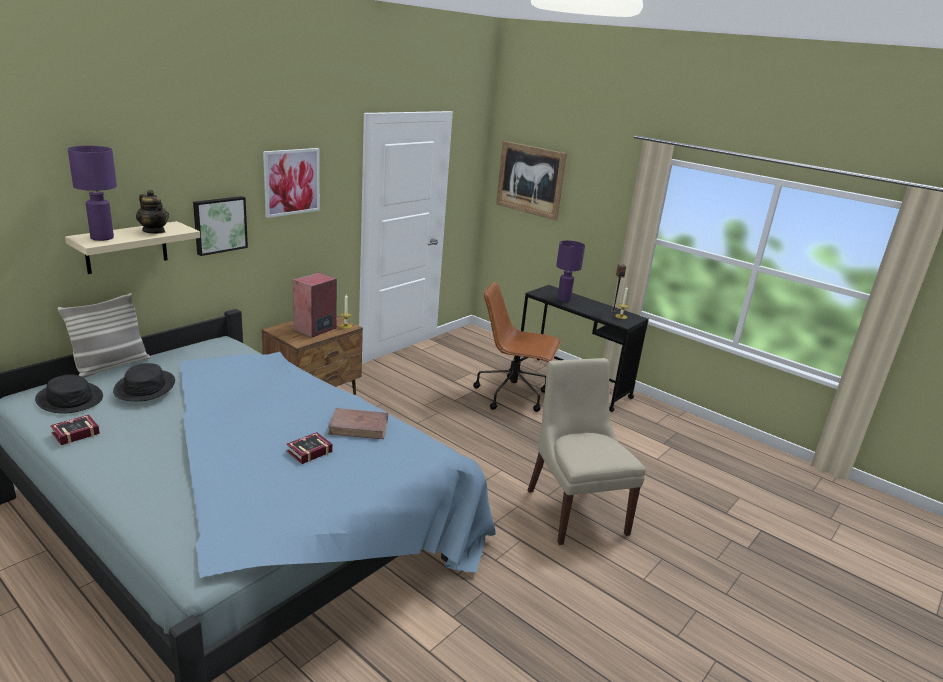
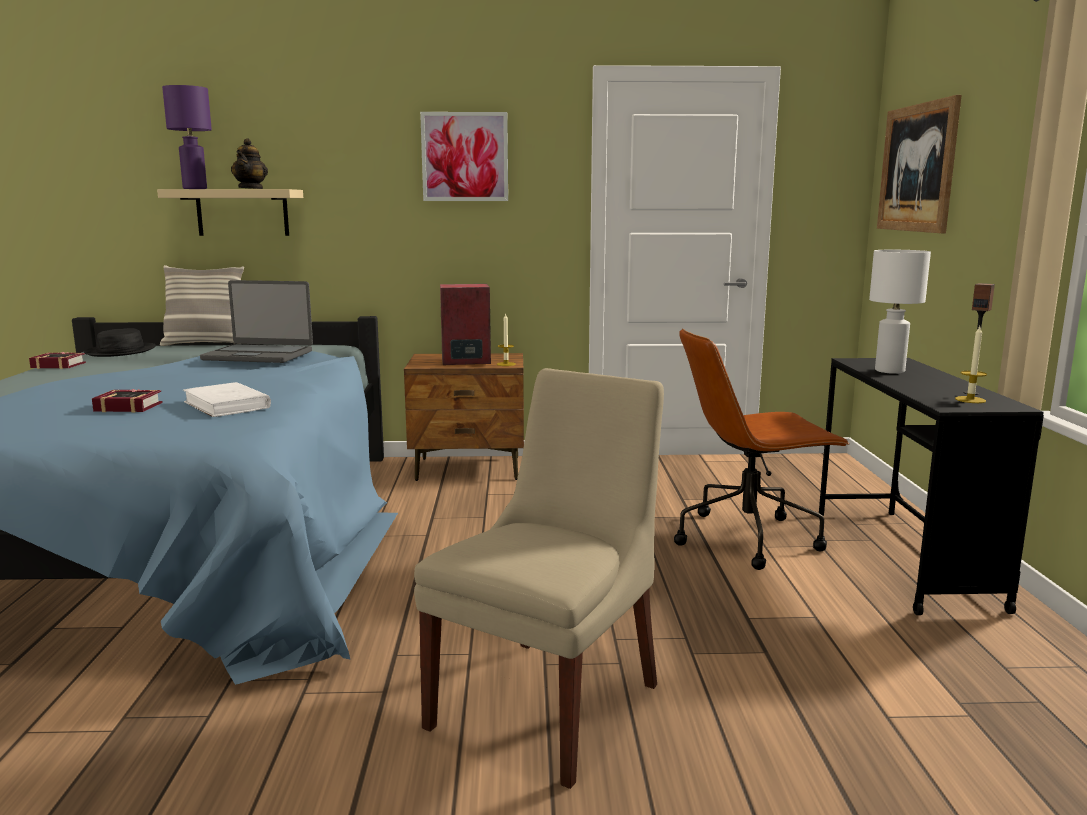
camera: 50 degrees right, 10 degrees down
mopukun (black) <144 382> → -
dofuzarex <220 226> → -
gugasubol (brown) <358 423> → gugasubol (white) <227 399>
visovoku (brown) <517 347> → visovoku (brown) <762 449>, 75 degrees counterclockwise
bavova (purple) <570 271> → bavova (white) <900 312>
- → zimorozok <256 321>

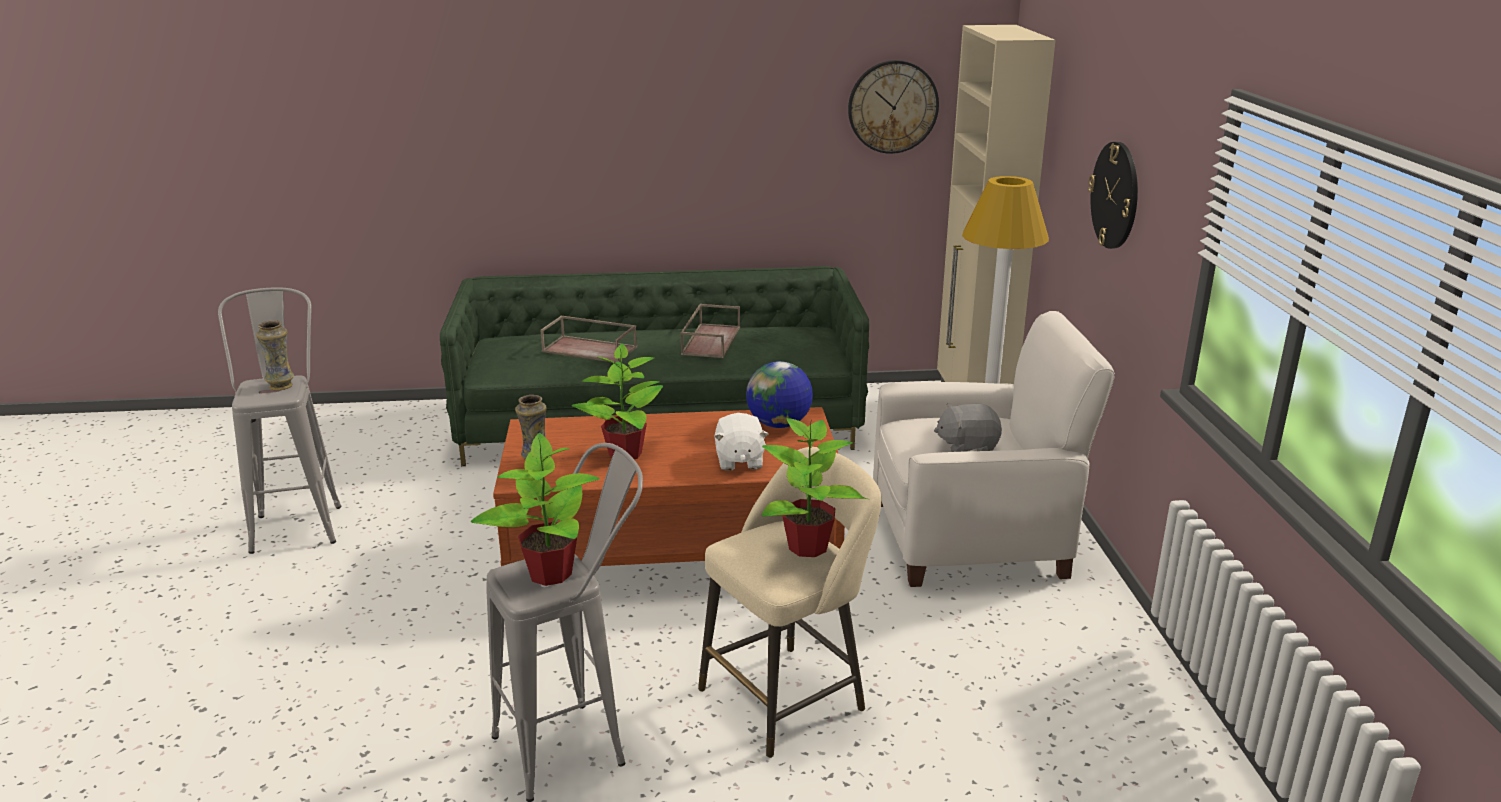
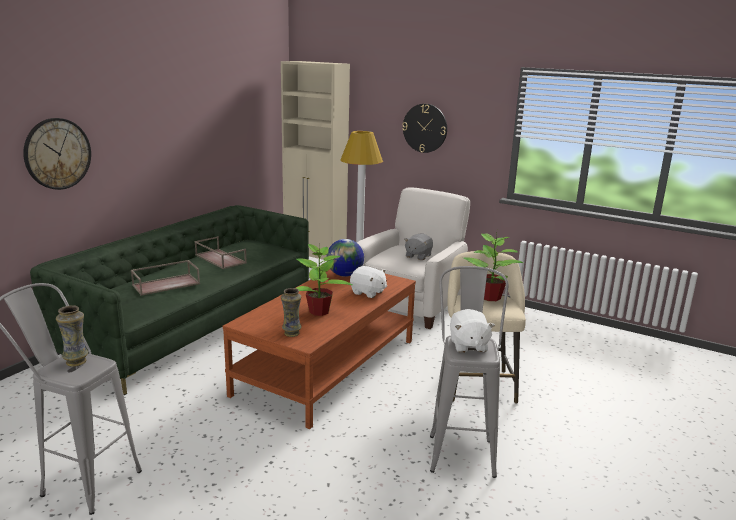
camera: 55 degrees left, 5 degrees down
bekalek <535 509> → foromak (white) <472 331>
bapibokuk <893 107> → bapibokuk <57 154>, shifted

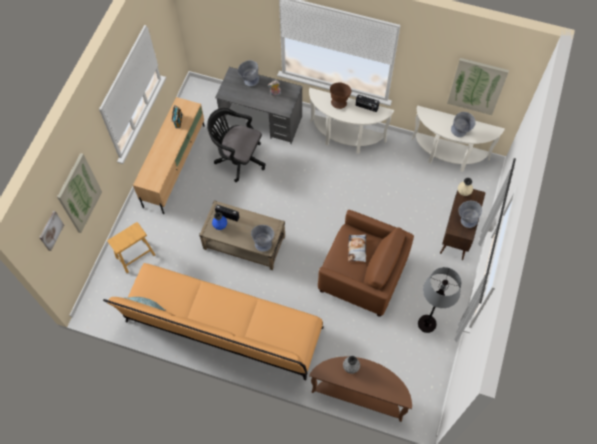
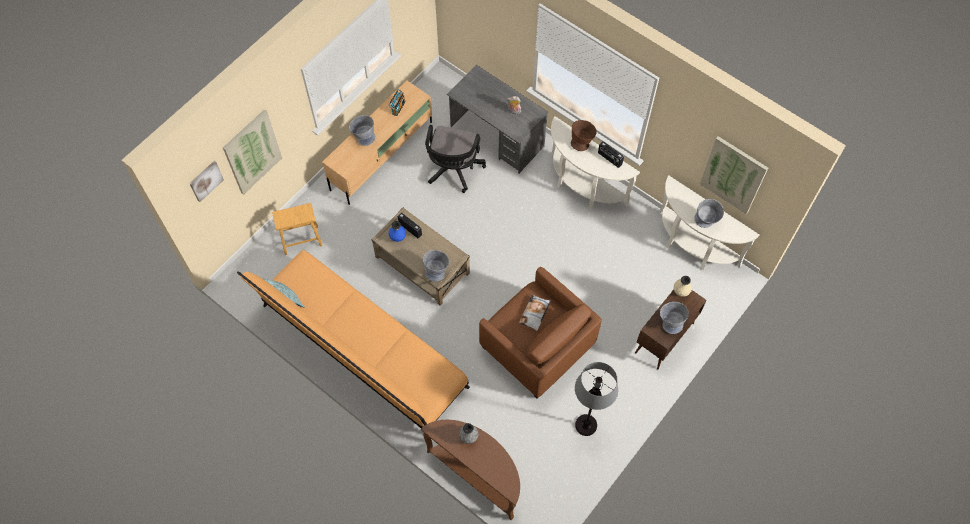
camera: 20 degrees right, 0 degrees up
visovoku (black) <236 145> → visovoku (black) <455 159>, 120 degrees counterclockwise
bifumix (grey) <248 73> → bifumix (grey) <362 130>, shifted

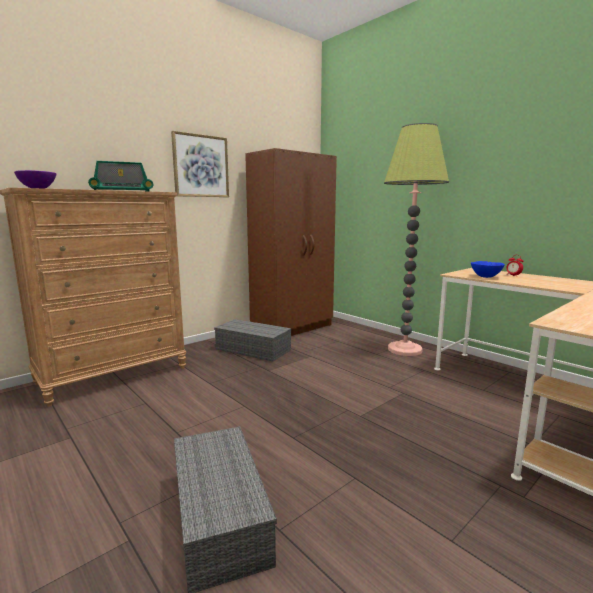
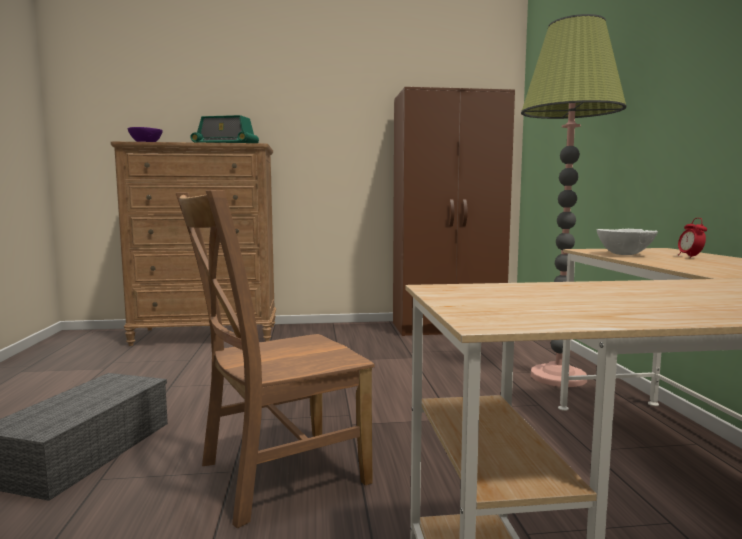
camera: 35 degrees right, 5 degrees down
dofuzarex <200 164> → -
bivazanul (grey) <252 340> → -
bifumix (blue) <488 269> → bifumix (white) <627 242>
- → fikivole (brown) <275 359>

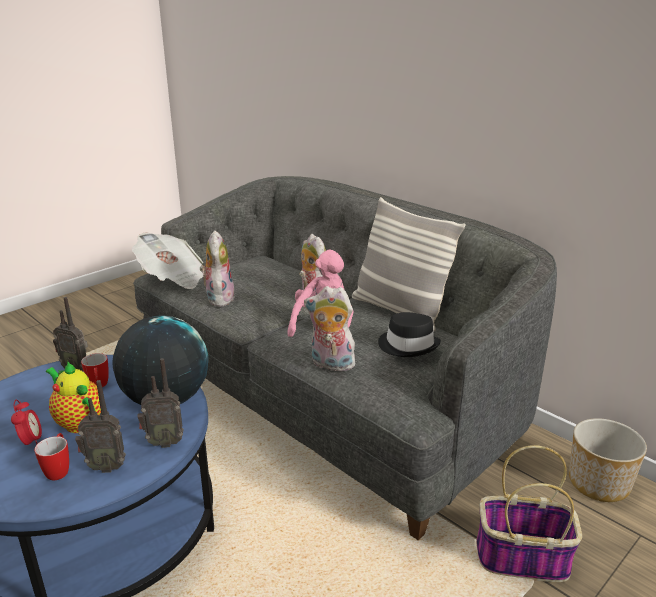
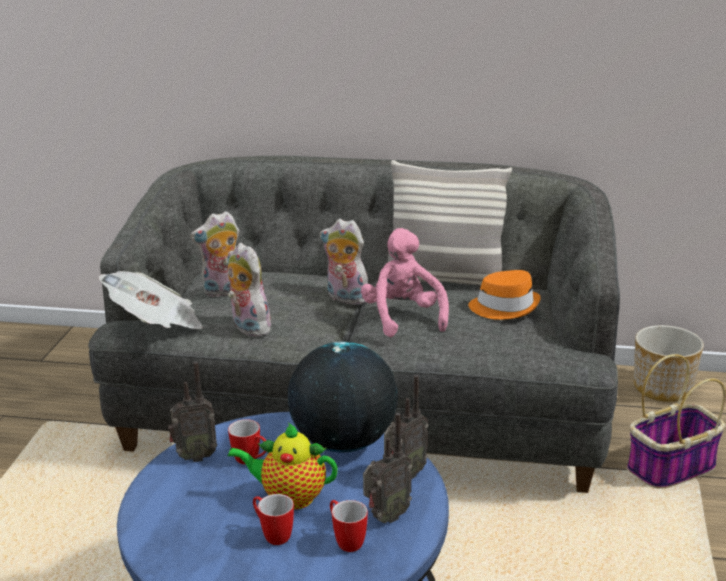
camera: 35 degrees left, 0 degrees up
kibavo <26 422> → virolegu <273 519>
foromak <332 328> → foromak <215 254>, shifted
mopukun (black) <409 334> → mopukun (orange) <504 295>

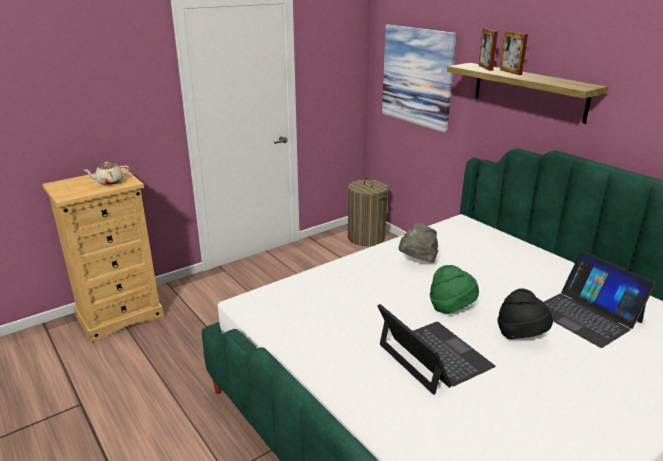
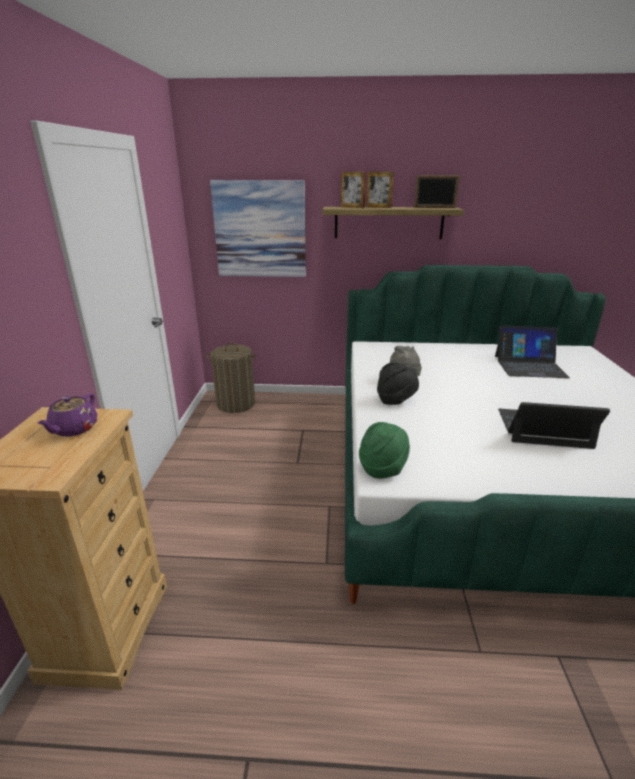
camera: 50 degrees left, 0 degrees up
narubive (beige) <106 173> → narubive (purple) <67 415>
mopukun (green) <454 289> → mopukun (green) <384 450>, shifted
mopukun (black) <525 313> → mopukun (black) <398 383>, shifted
- → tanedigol <437 191>

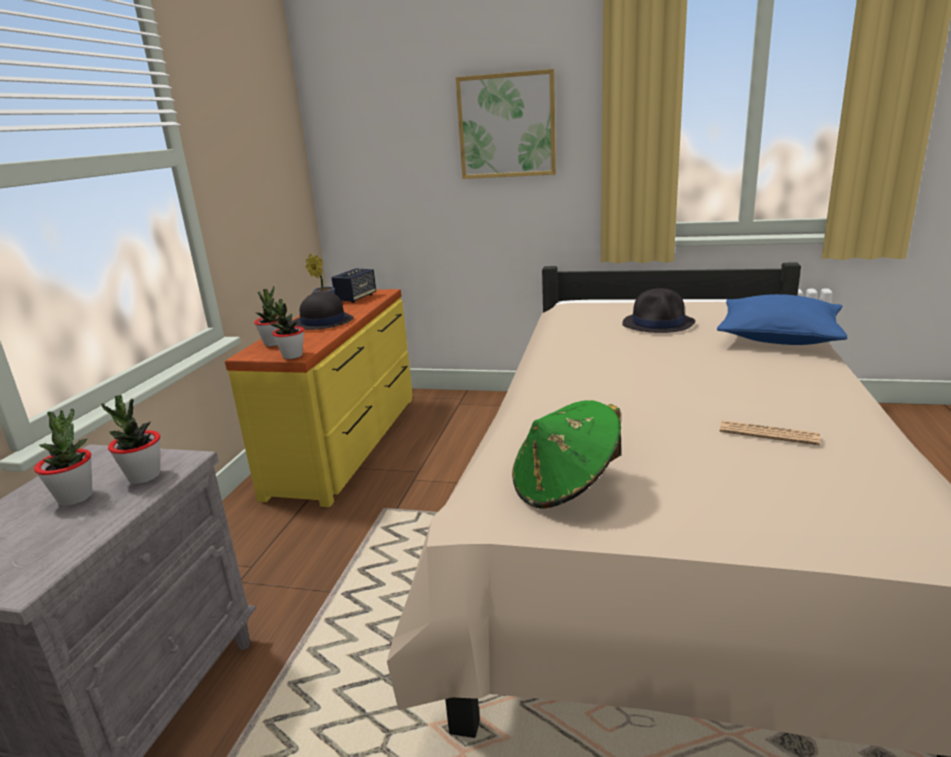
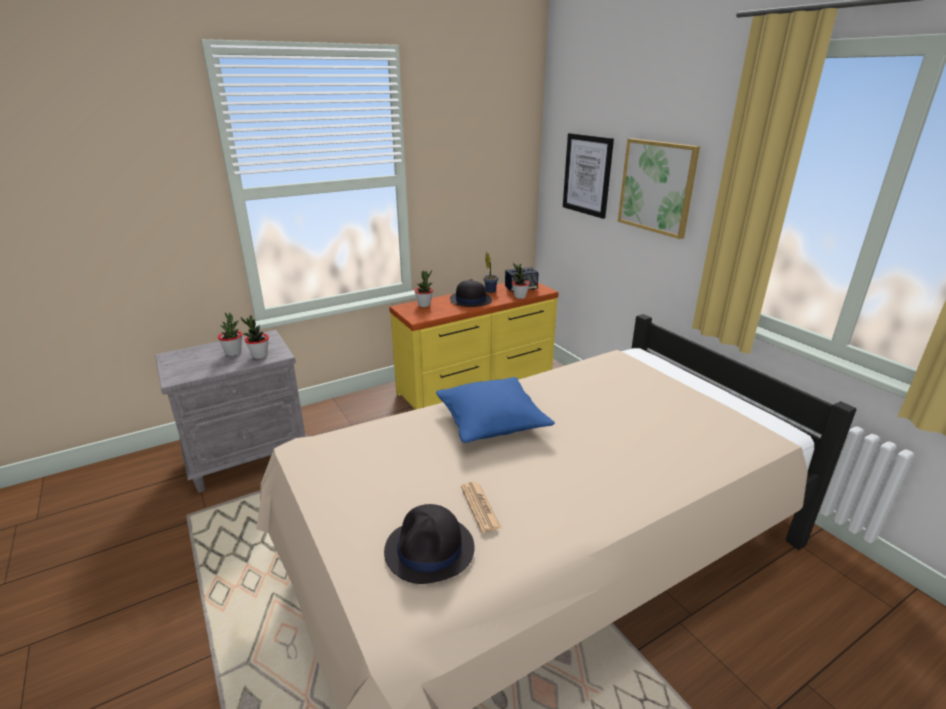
camera: 45 degrees right, 5 degrees up
bekalek <285 329> → bekalek <521 281>, shifted
mopukun (green) <566 454> → -
mopukun (black) <658 310> → mopukun (black) <429 544>, shifted
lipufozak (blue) <782 319> → lipufozak (blue) <495 410>, shifted
- → dofuzarex <588 176>

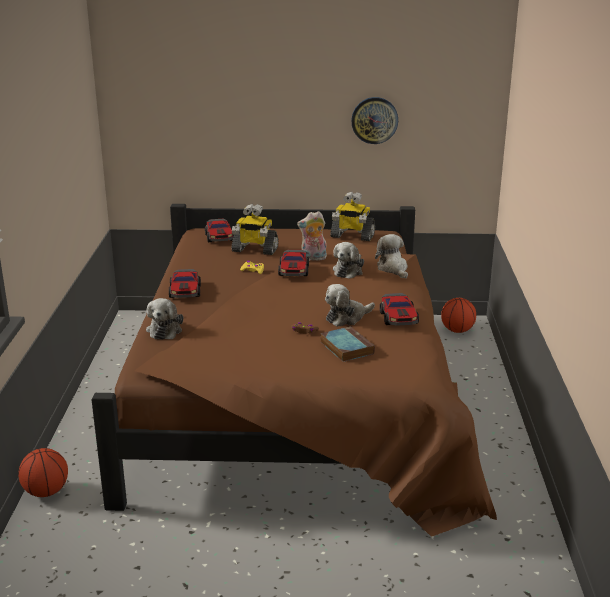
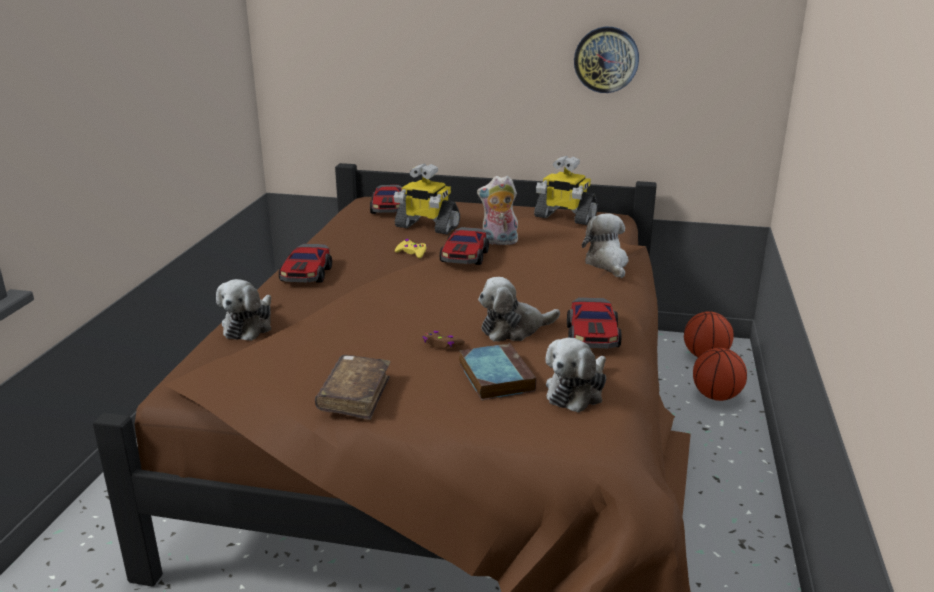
camera: 10 degrees right, 0 degrees up
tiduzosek <43 472> → tiduzosek <720 374>, shifted
foromak <348 260> → foromak <575 375>, shifted
- → gugasubol (brown) <352 387>

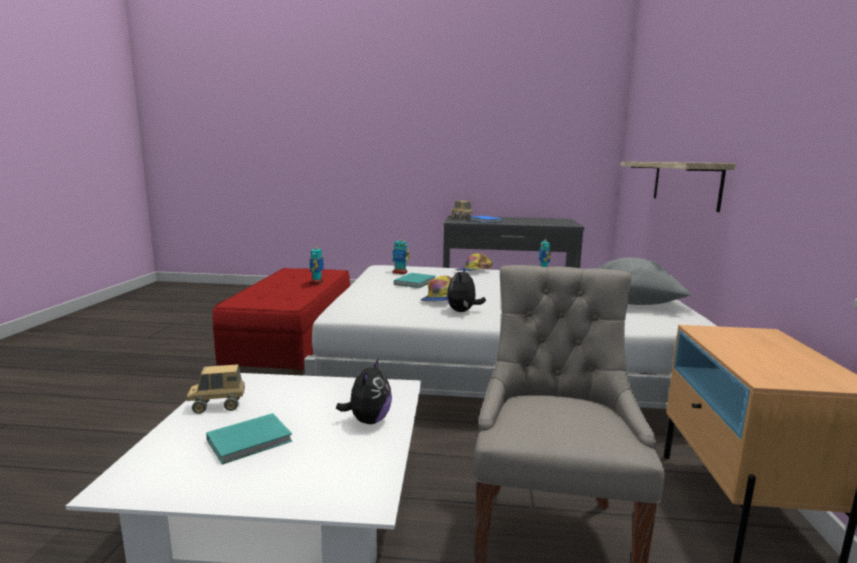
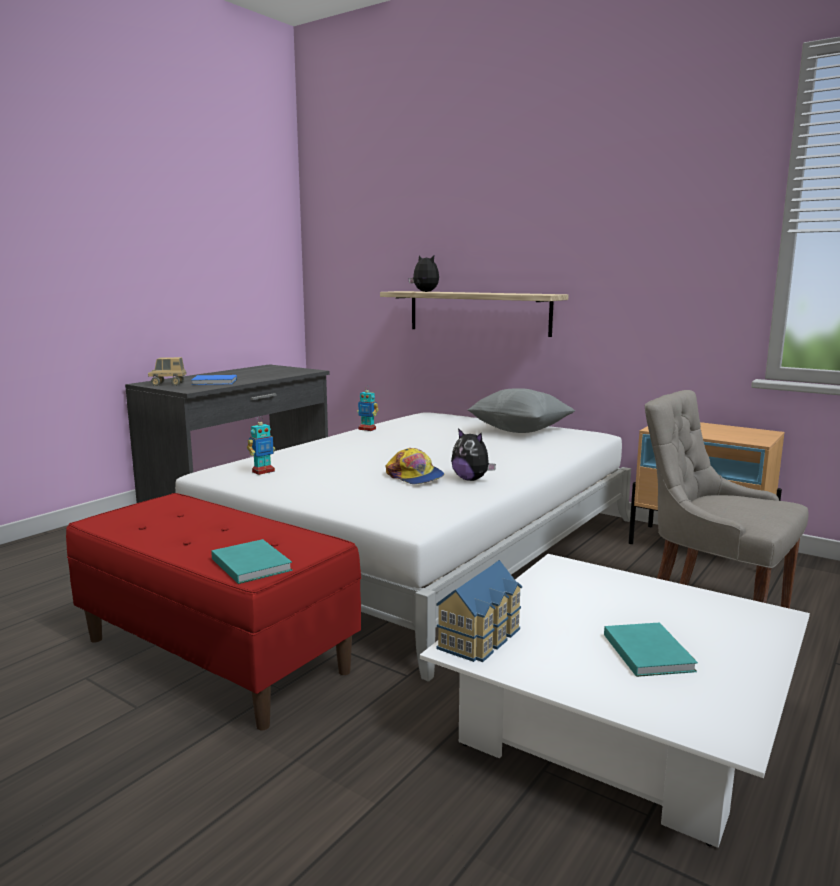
camera: 60 degrees left, 0 degrees up
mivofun <216 389> → -
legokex <317 264> → -
foromak <364 391> → foromak <424 273>, shifted
gugasubol (turquoise) <414 280> → gugasubol (turquoise) <252 561>, shifted
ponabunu <474 262> → -
- → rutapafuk <479 611>

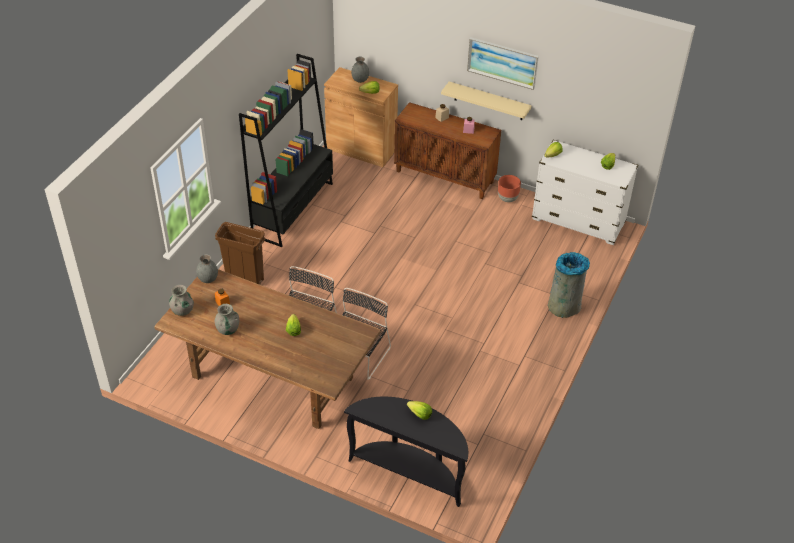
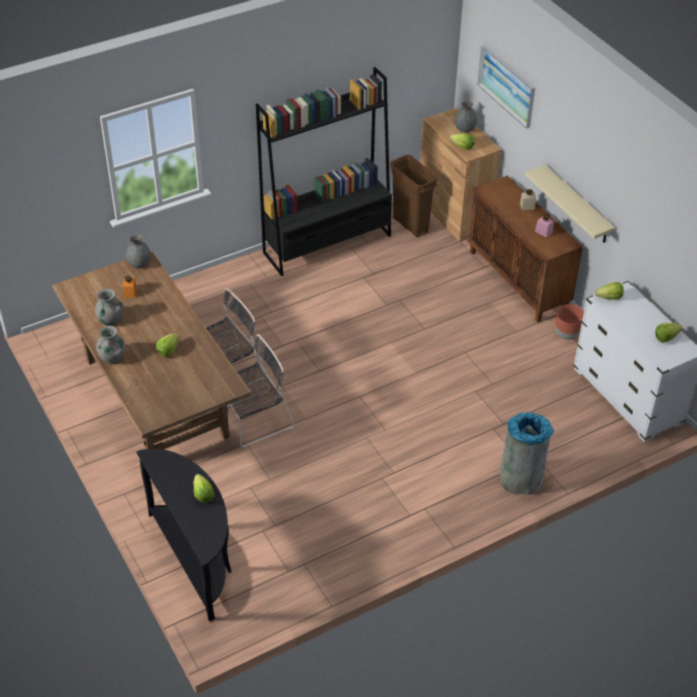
camera: 35 degrees right, 0 degrees up
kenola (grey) <181 300> → kenola (grey) <110 344>, shifted
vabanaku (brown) <240 253> → vabanaku (brown) <414 196>, shifted
dofuzarex <503 63> → dofuzarex <506 87>, shifted

